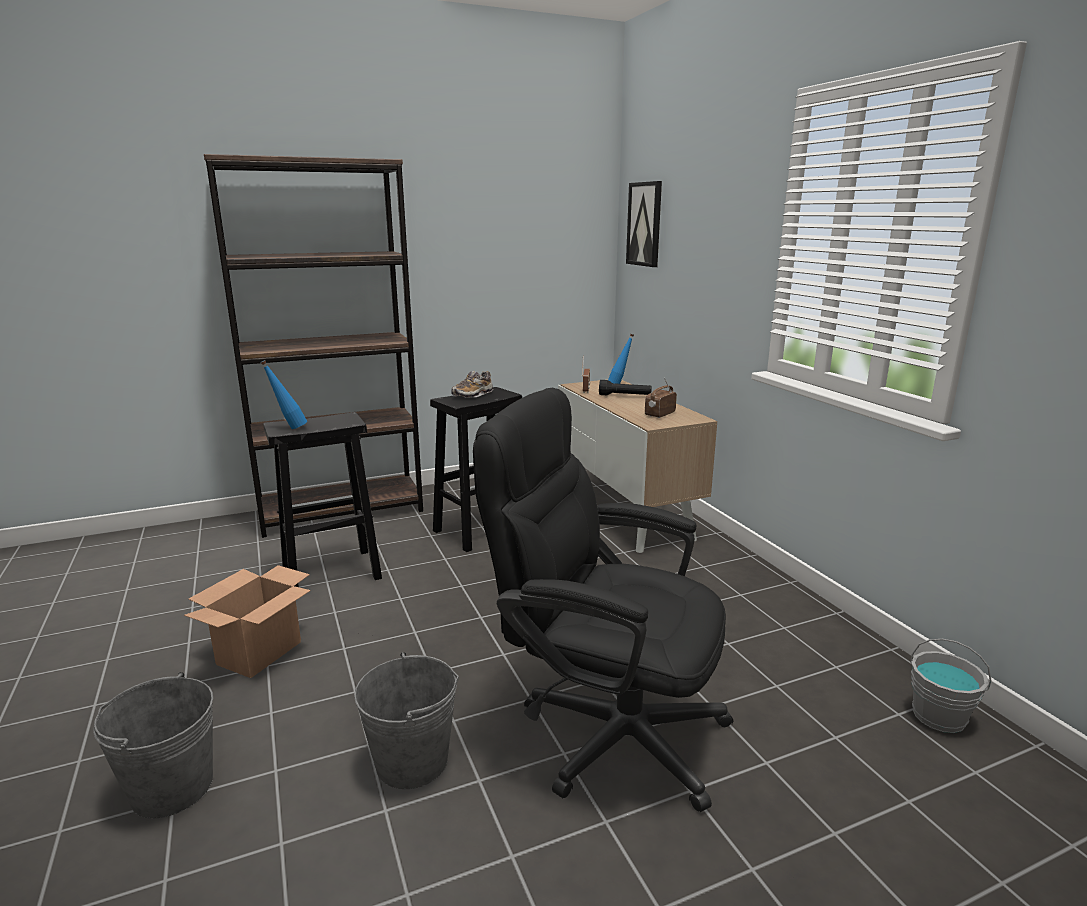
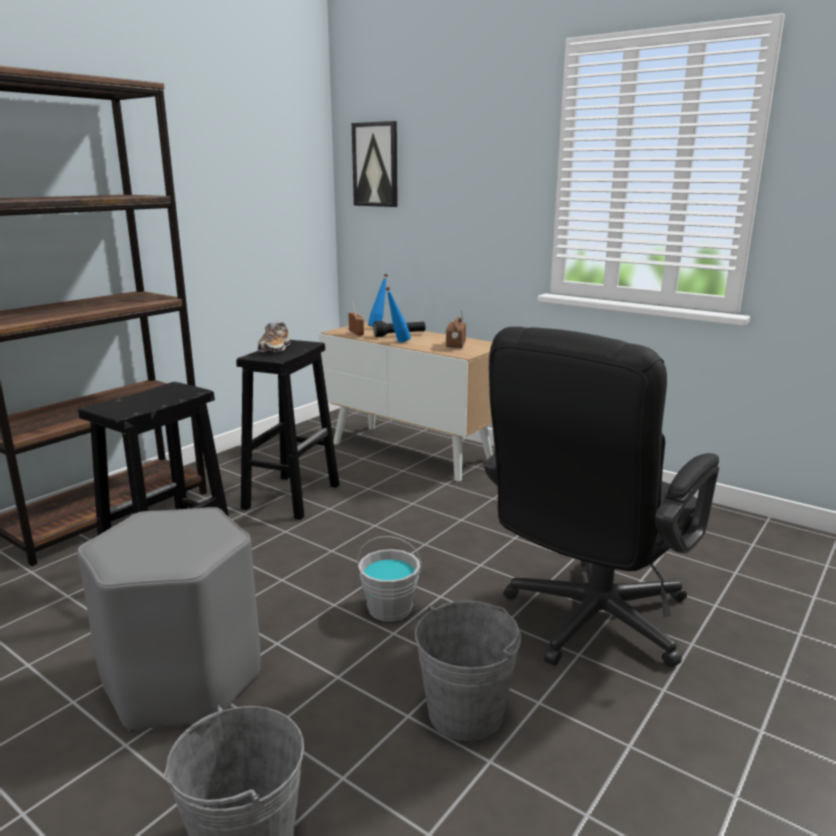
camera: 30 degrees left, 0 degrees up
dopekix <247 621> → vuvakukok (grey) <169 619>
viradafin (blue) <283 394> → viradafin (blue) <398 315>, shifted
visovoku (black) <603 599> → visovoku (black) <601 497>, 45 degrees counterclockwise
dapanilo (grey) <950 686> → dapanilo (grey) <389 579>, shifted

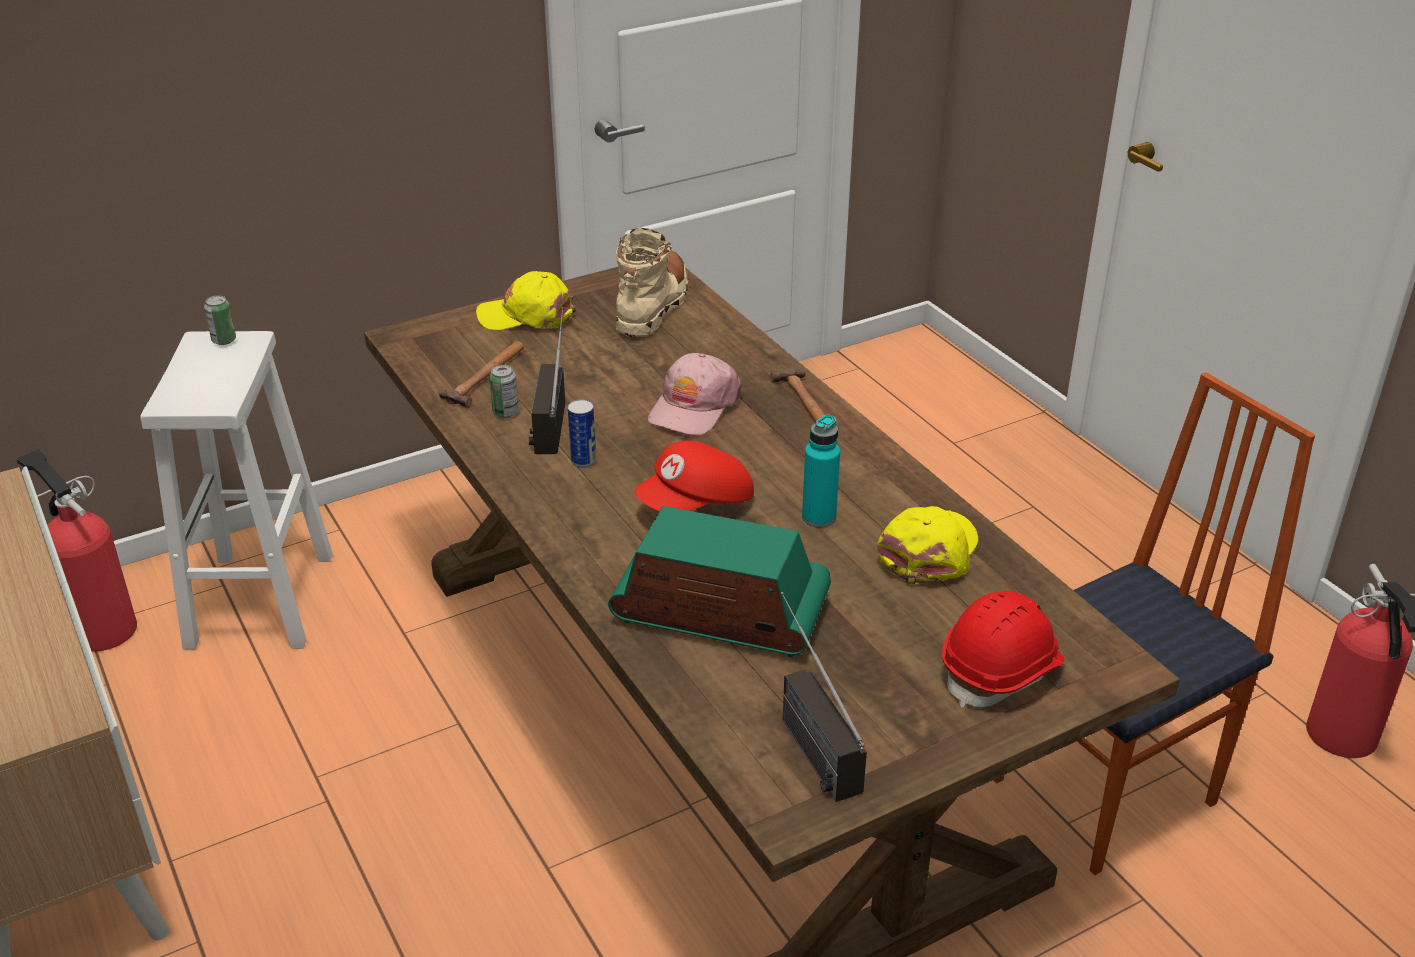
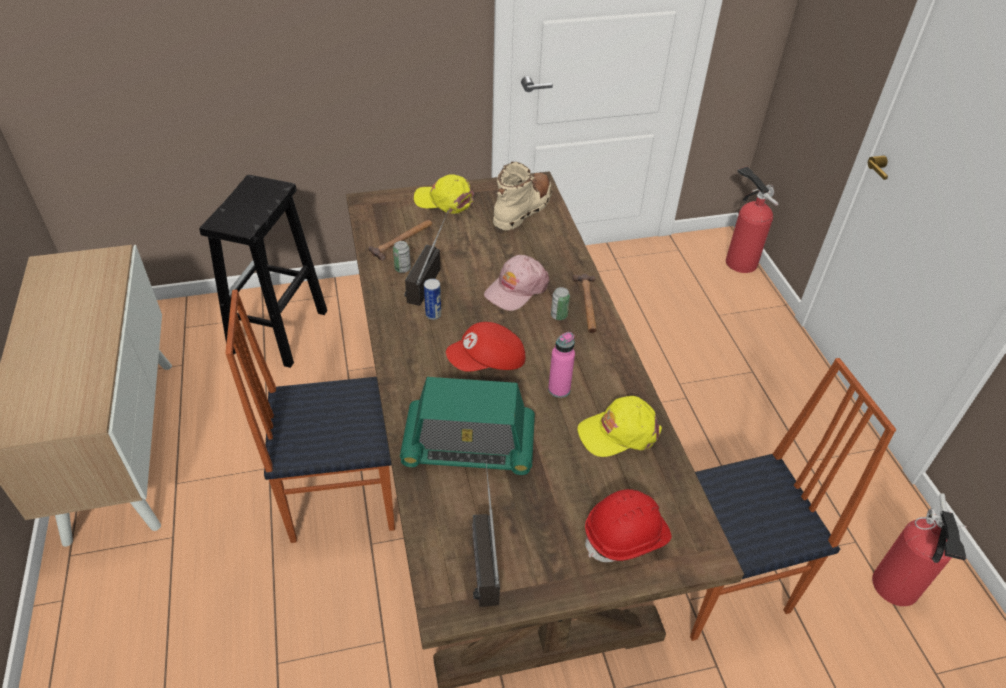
camera: 15 degrees right, 10 degrees up
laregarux <76 550> → laregarux <752 220>, shifted
vuvakukok (white) <237 490> → vuvakukok (black) <263 271>
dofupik <220 320> → dofupik <560 303>, shifted
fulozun <719 582> → fulozun <467 426>, 150 degrees clockwise
viradafin (turquoise) <821 470> → viradafin (pink) <561 365>
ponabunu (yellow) <927 545> → ponabunu (yellow) <619 426>, 150 degrees counterclockwise
- → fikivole <310 416>

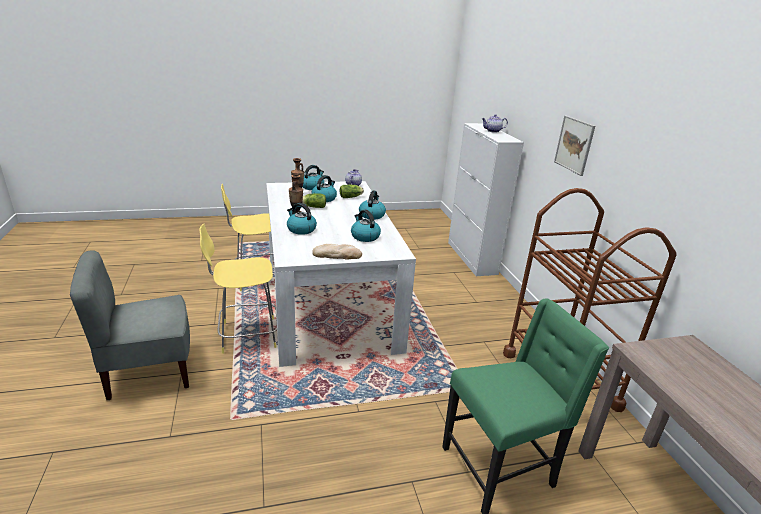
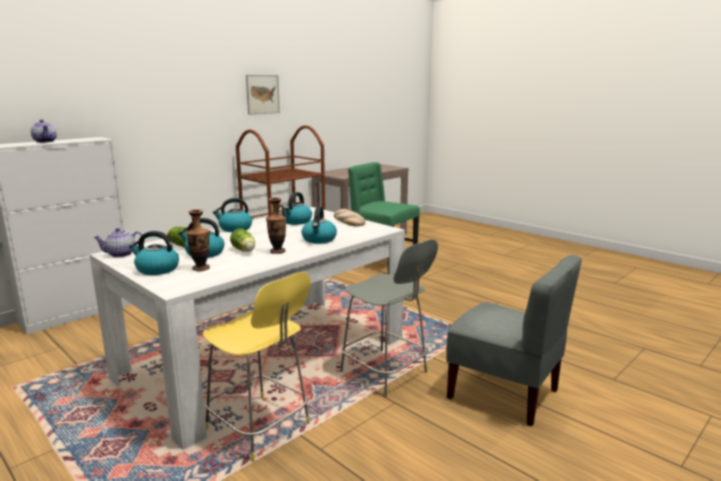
camera: 120 degrees left, 10 degrees down
vuvakukok (yellow) <238 288> → vuvakukok (grey) <389 318>
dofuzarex <574 145> → dofuzarex <263 95>, shifted

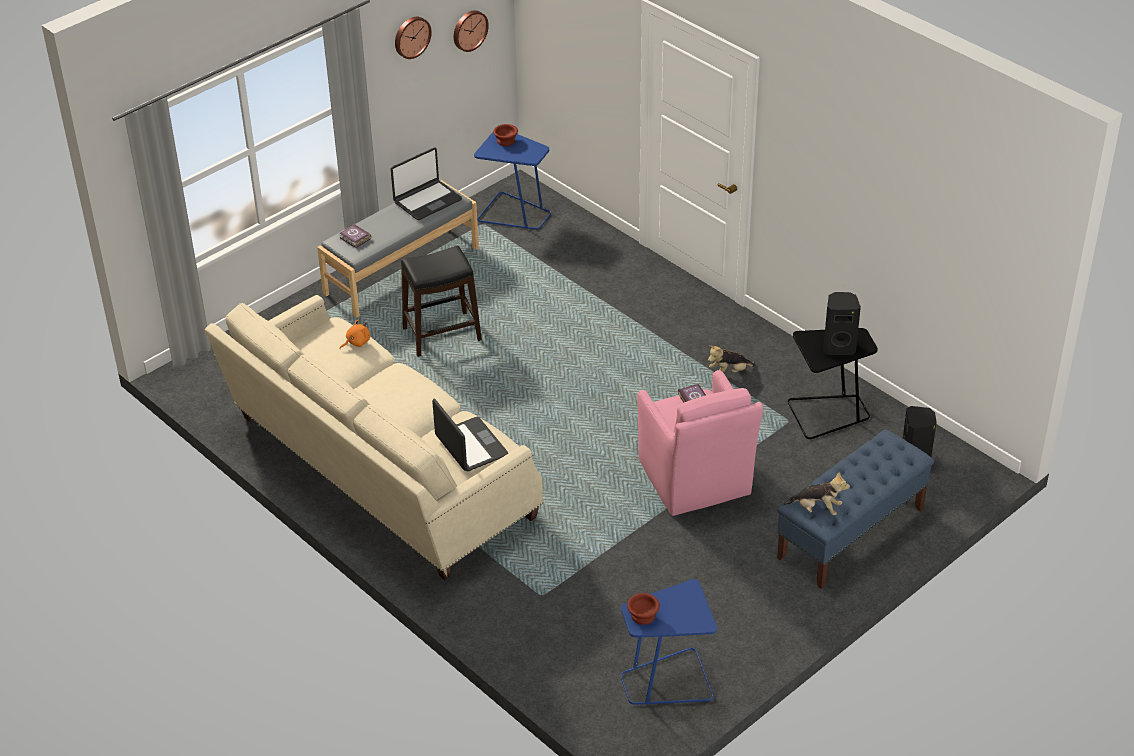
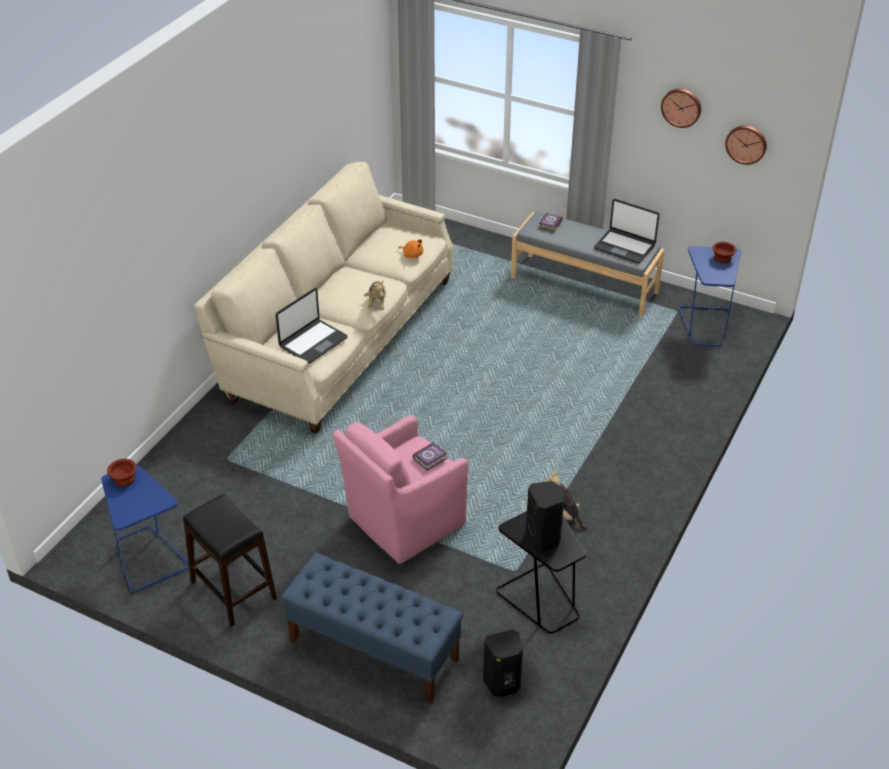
camera: 70 degrees right, 0 degrees up
vuvakukok (black) <441 301> → vuvakukok (black) <230 560>, shifted
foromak <816 493> → foromak <375 295>, shifted

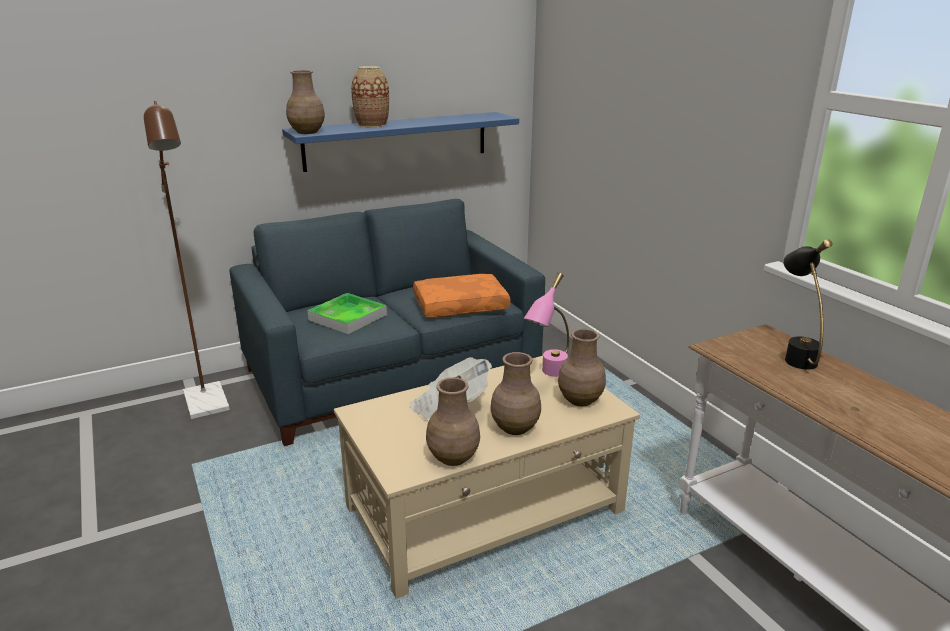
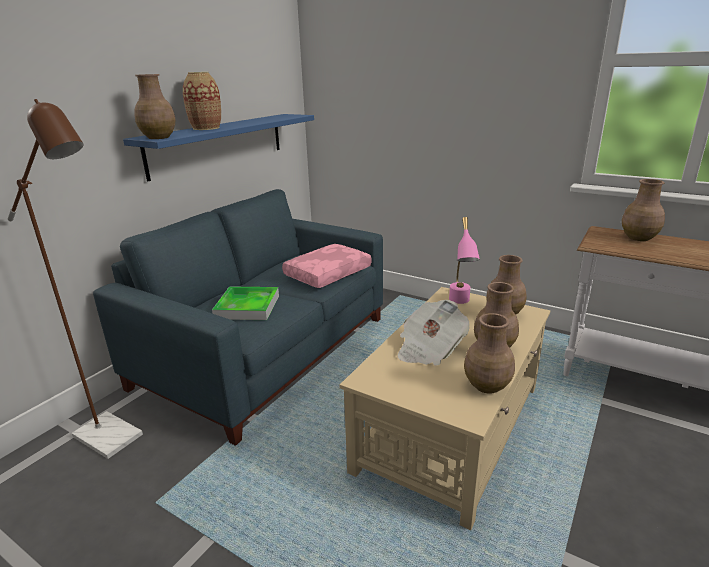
camera: 30 degrees left, 0 degrees up
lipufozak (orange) <461 295> → lipufozak (pink) <327 266>
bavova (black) <807 304> → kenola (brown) <643 210>

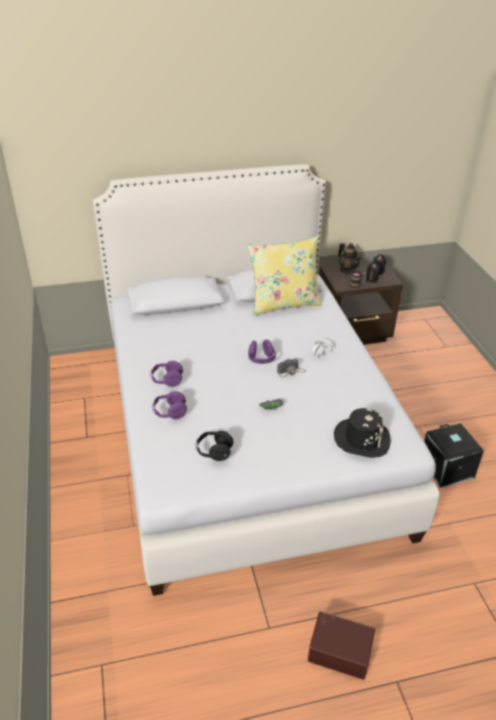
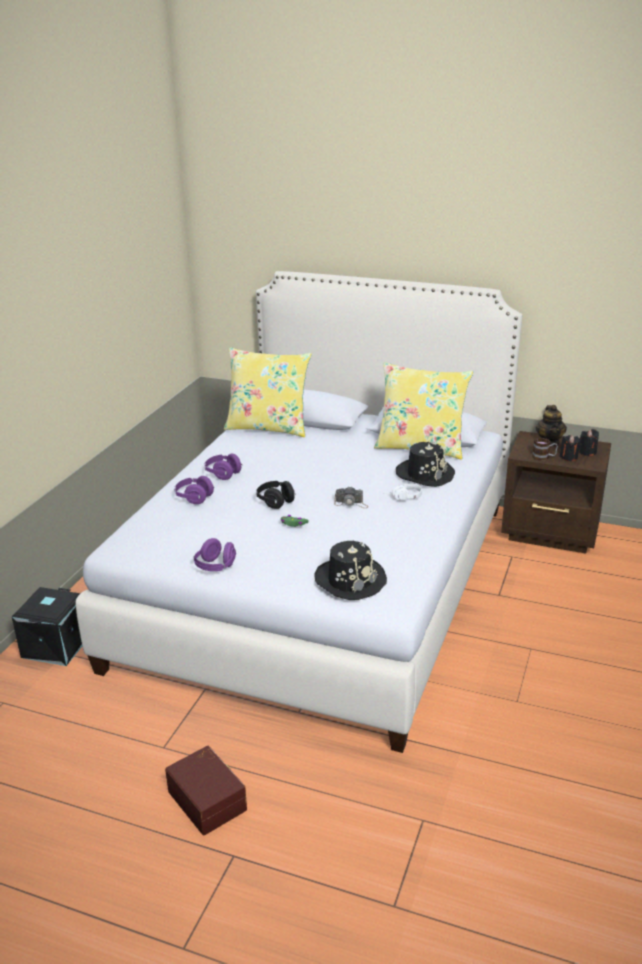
camera: 35 degrees right, 10 degrees down
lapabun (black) <214 446> → lapabun (black) <276 495>, shifted
lapabun (purple) <262 352> → lapabun (purple) <215 554>, shifted
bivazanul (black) <454 455> → bivazanul (black) <47 626>, shifted
- → lipufozak (yellow) <267 392>
- → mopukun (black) <425 464>

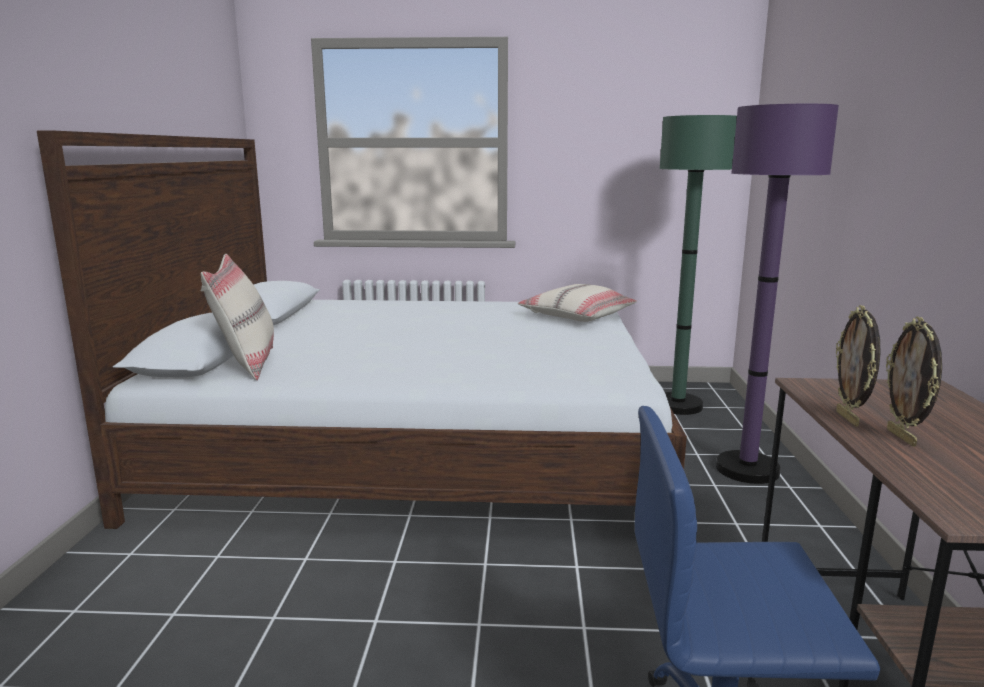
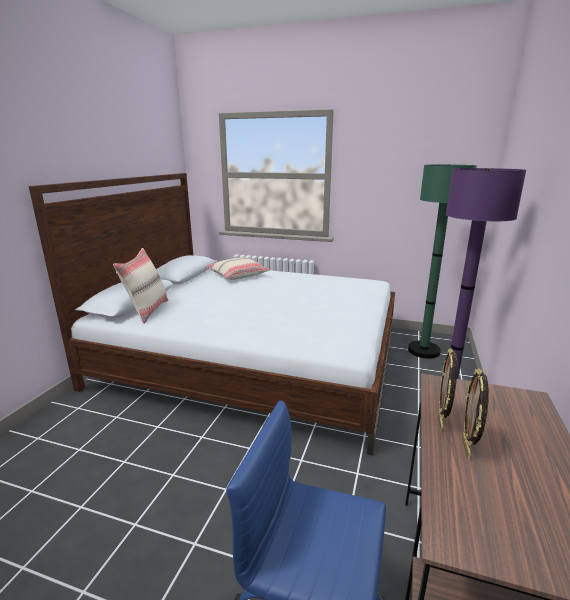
camera: 15 degrees right, 5 degrees up
lipufozak (beige) <577 303> → lipufozak (beige) <238 268>, shifted

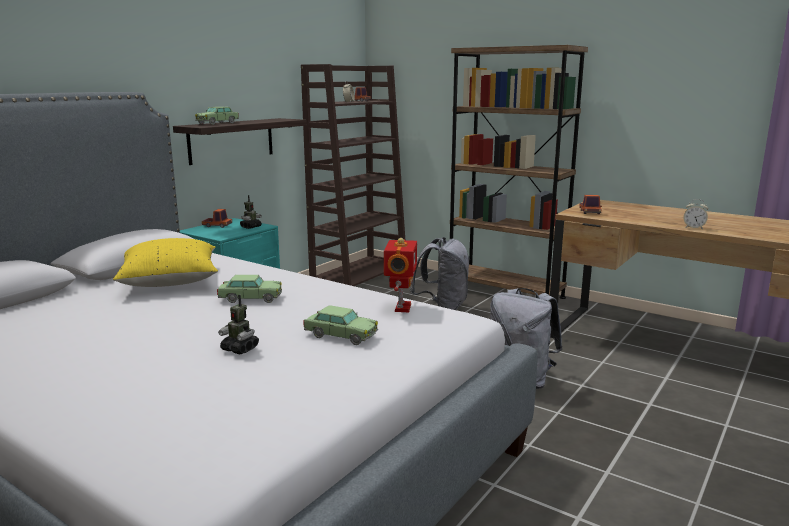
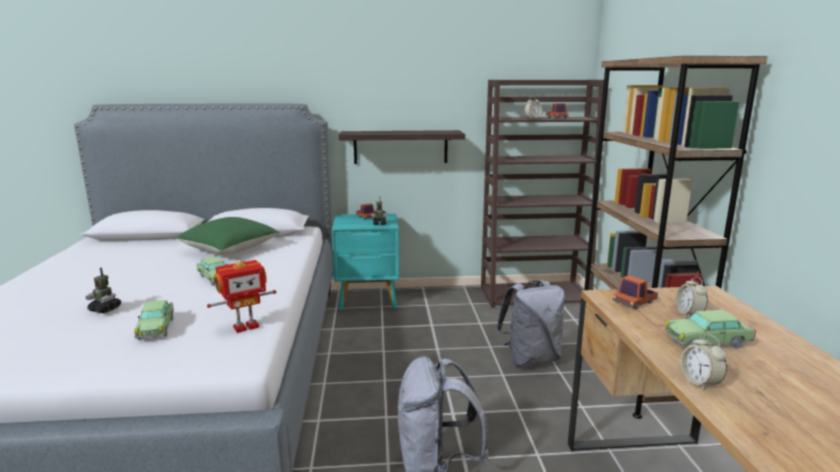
camera: 50 degrees right, 0 degrees up
lipufozak (yellow) <165 262> → lipufozak (green) <227 236>
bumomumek <217 116> → bumomumek <710 329>, shifted
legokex <238 324> → legokex <103 290>, 60 degrees counterclockwise
- → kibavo <691 297>

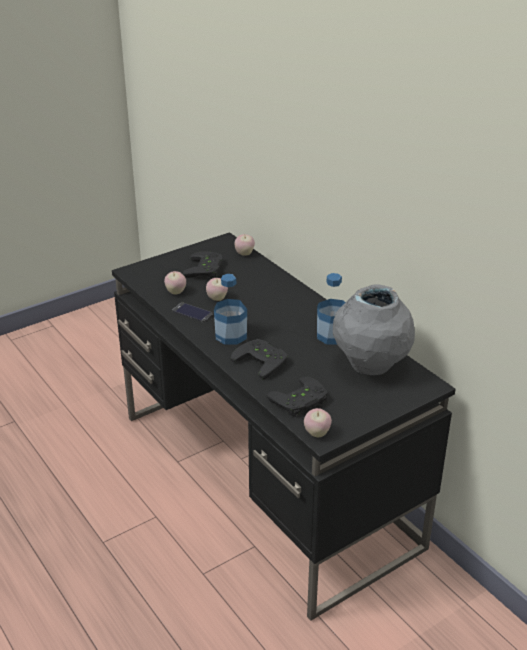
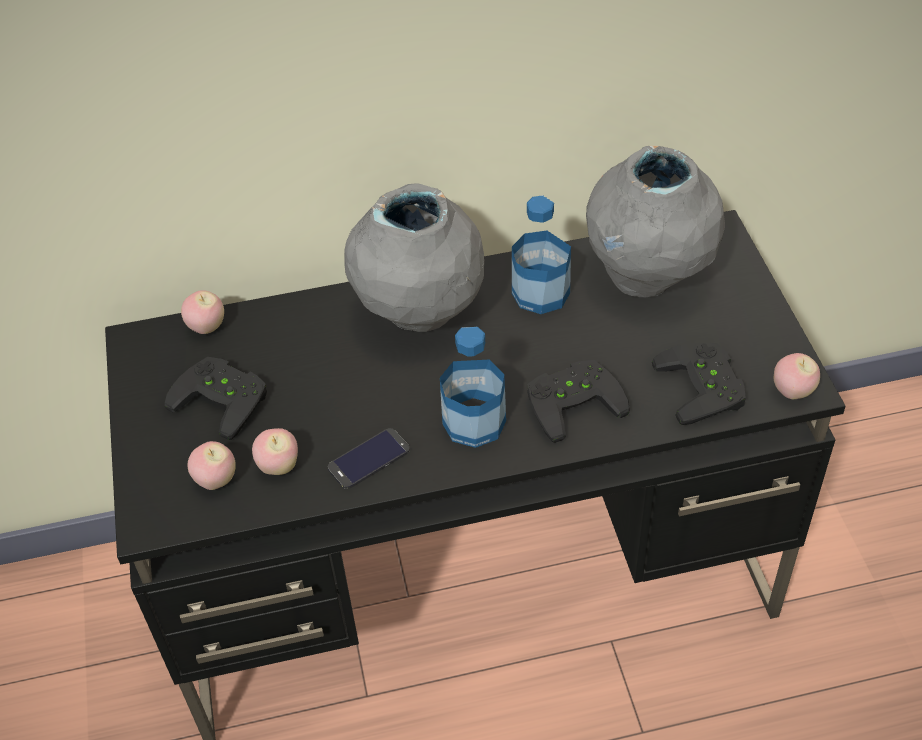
camera: 65 degrees left, 15 degrees up
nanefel <217 289> → nanefel <212 465>, shifted
- → kenola (grey) <414 257>

